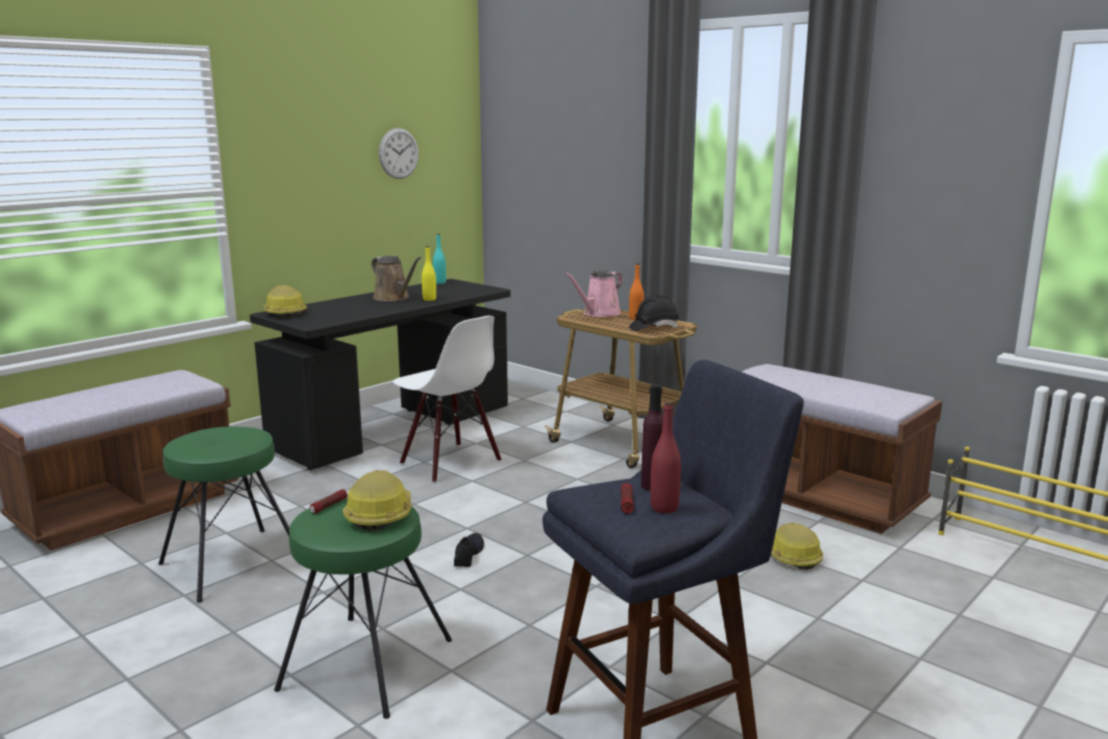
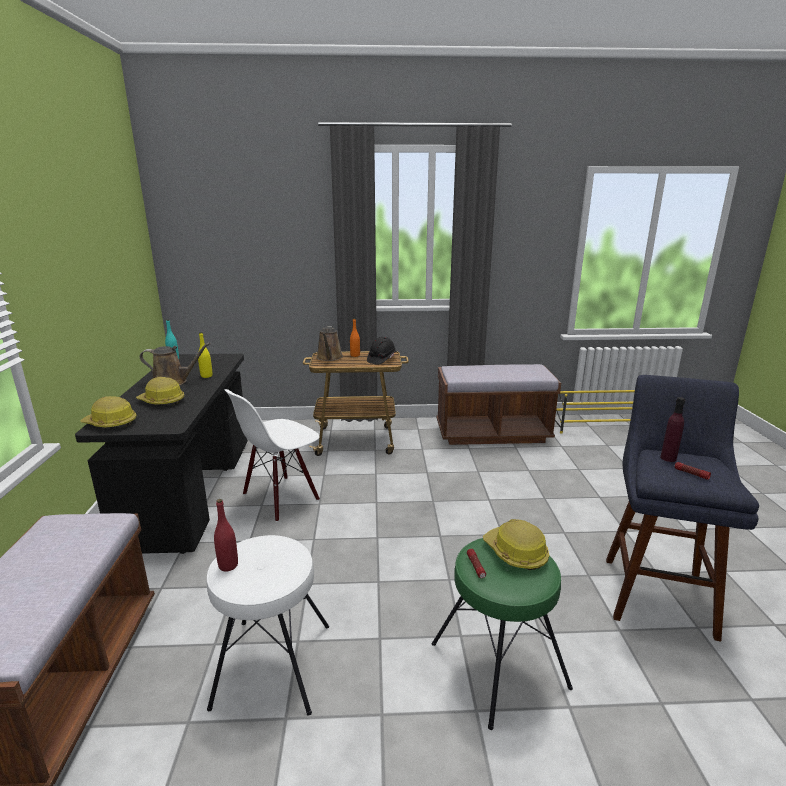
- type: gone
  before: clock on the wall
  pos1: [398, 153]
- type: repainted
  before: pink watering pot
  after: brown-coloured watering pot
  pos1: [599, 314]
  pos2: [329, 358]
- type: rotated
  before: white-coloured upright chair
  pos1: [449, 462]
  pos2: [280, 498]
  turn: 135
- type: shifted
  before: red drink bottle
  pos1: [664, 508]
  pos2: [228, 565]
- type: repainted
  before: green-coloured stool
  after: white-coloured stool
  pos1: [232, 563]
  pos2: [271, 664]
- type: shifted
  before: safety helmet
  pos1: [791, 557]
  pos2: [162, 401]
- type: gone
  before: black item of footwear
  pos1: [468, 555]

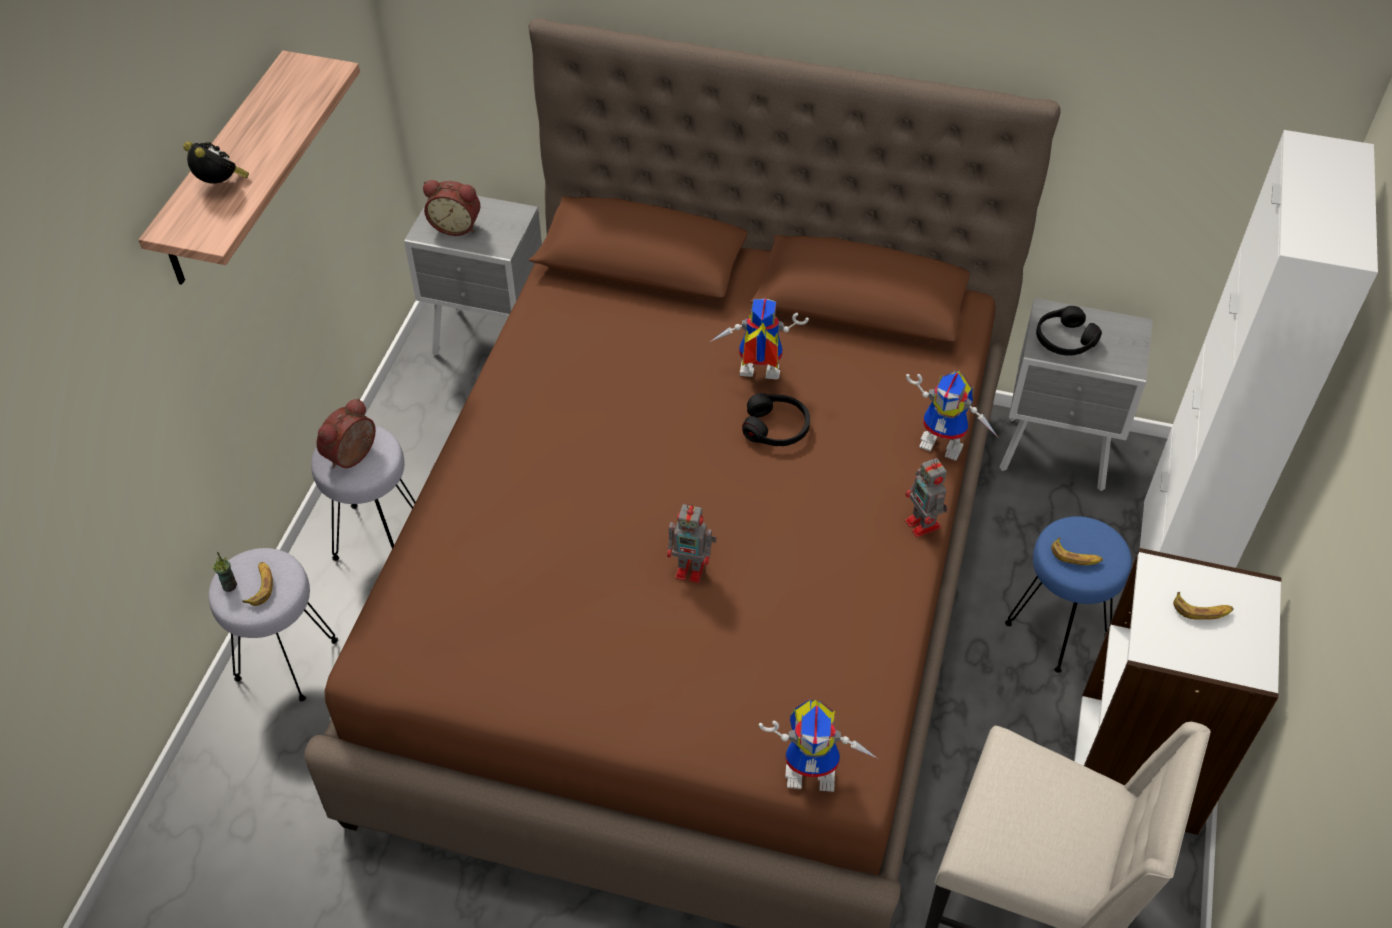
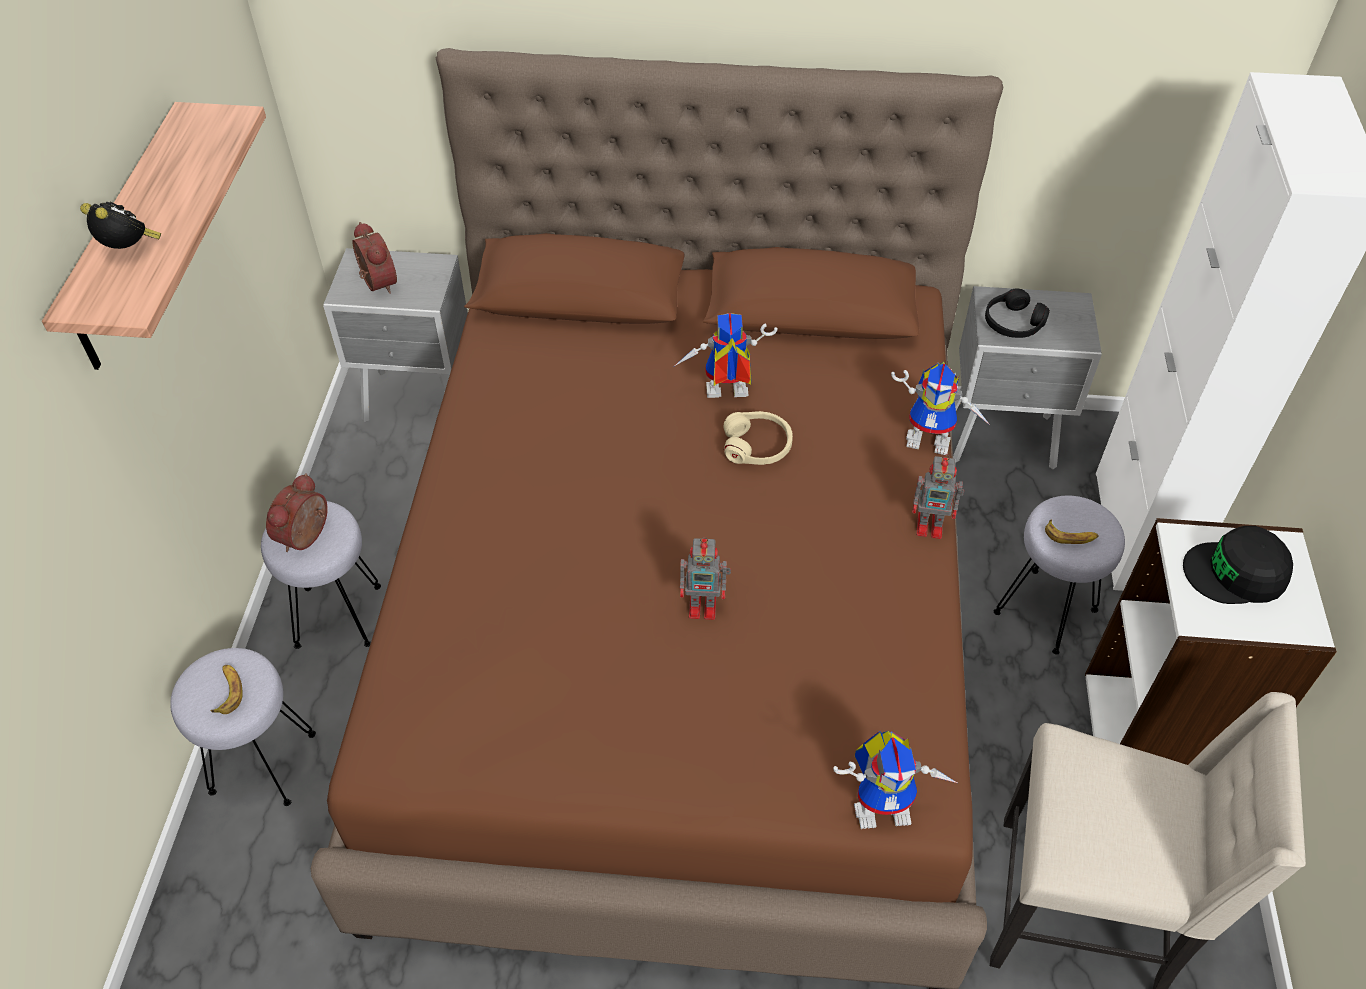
- type: rotated
  before: alarm clock
  pos1: [456, 225]
  pos2: [376, 283]
  turn: -120
- type: repainted
  before: black headphones
  after: beige headphones
  pos1: [776, 427]
  pos2: [757, 446]
- type: rotated
  before: robot figure
  pos1: [924, 525]
  pos2: [931, 526]
  turn: -45
- type: repainted
  before: blue-coloured stool
  after: greyish stool
  pos1: [1058, 628]
  pos2: [1046, 610]
- type: gone
  before: drinking cup
  pos1: [230, 585]
- type: swapped
  before: banana
  after: black peaked cap
  pos1: [1202, 610]
  pos2: [1236, 573]

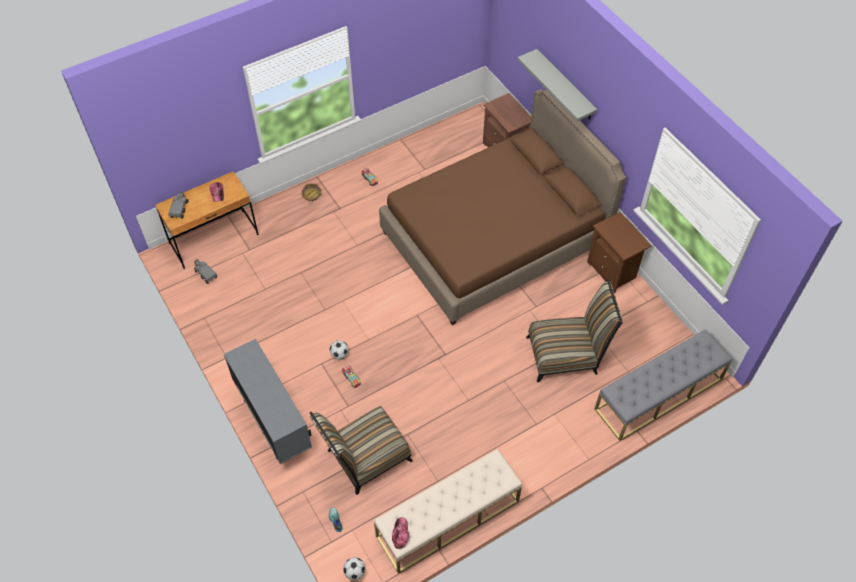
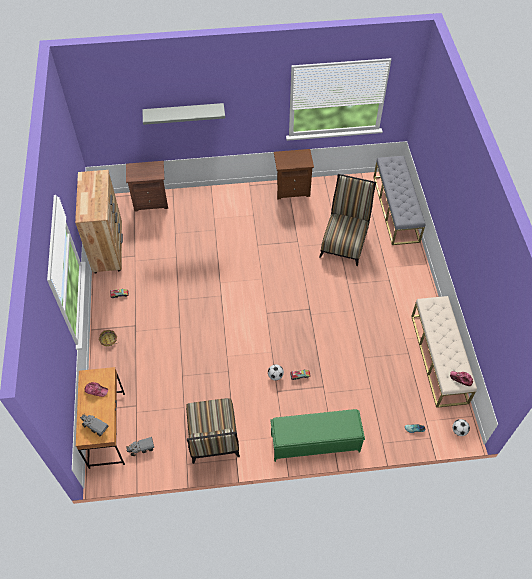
- type: gone
  before: brown-coloured sleeping bed
  pos1: [494, 238]
- type: swapped
  before: greyish cabinet
  after: green-coloured bench
  pos1: [274, 422]
  pos2: [314, 443]
- type: shifted
  before: upright chair
  pos1: [364, 458]
  pos2: [213, 439]
- type: new
  after: brown-coloured dresser
  pos2: [108, 248]

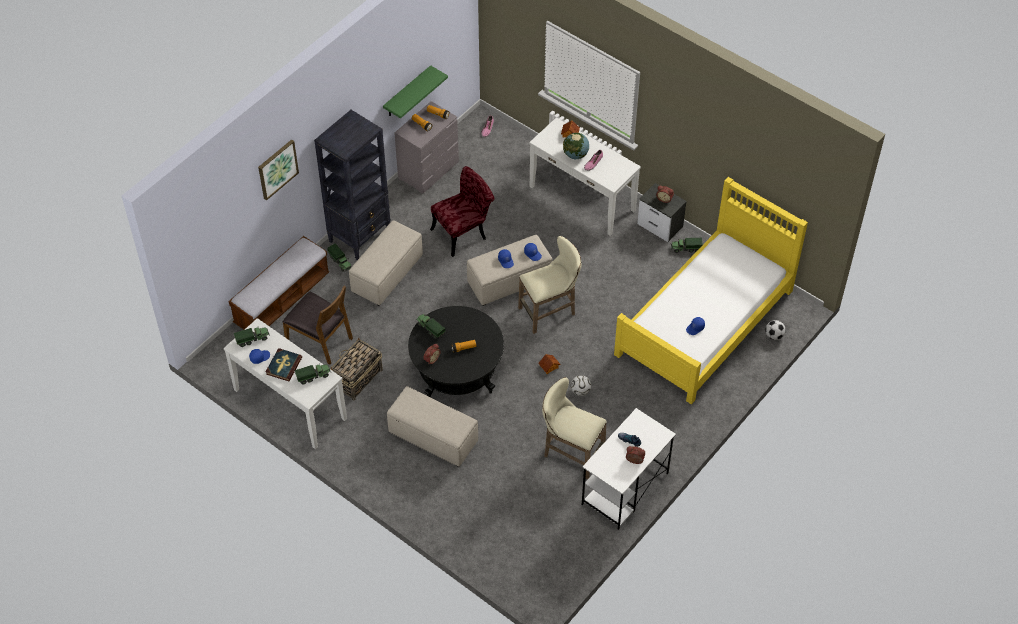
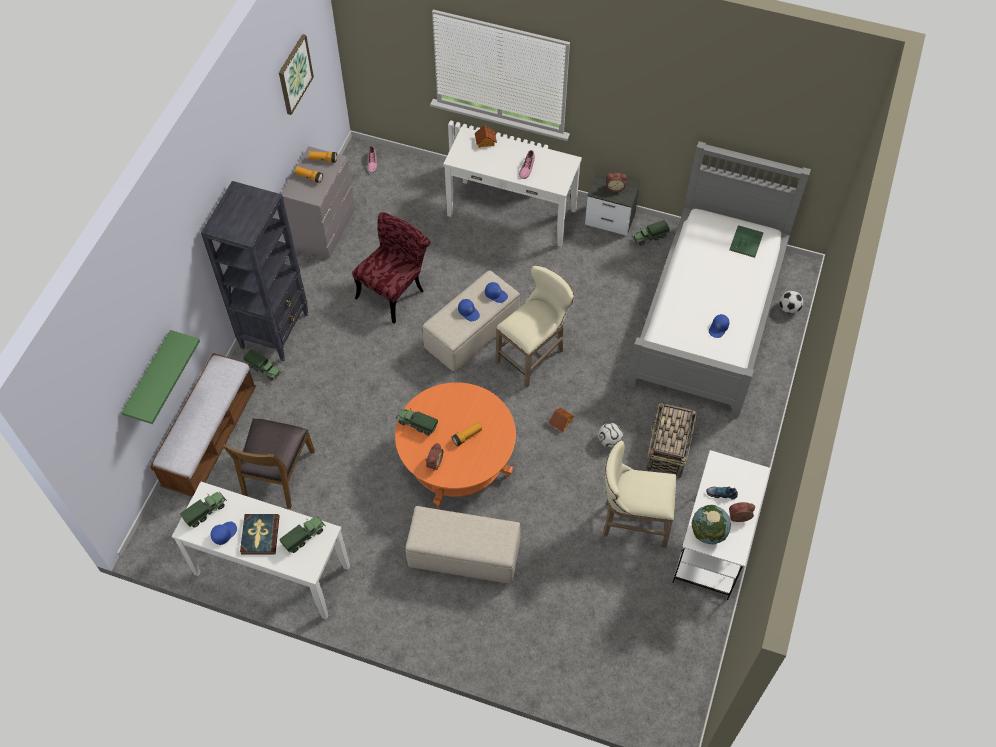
- type: shifted
  before: green-coloured bracket shelf
  pos1: [407, 92]
  pos2: [149, 378]
- type: shifted
  before: globe
  pos1: [575, 155]
  pos2: [708, 533]
- type: shifted
  before: wall picture
  pos1: [277, 169]
  pos2: [294, 74]
- type: repainted
  before: yellow sleeping bed
  after: greyish sleeping bed
  pos1: [705, 322]
  pos2: [708, 315]
- type: gone
  before: beige pouffe
  pos1: [387, 274]
- type: rotated
  before: brown-coloured upright chair
  pos1: [320, 340]
  pos2: [277, 474]
  turn: 90
- type: repainted
  before: black low table
  after: orange low table
  pos1: [457, 370]
  pos2: [457, 461]
- type: shifted
  before: basket
  pos1: [357, 378]
  pos2: [668, 450]
- type: new
  after: green-coloured volume
  pos2: [746, 241]

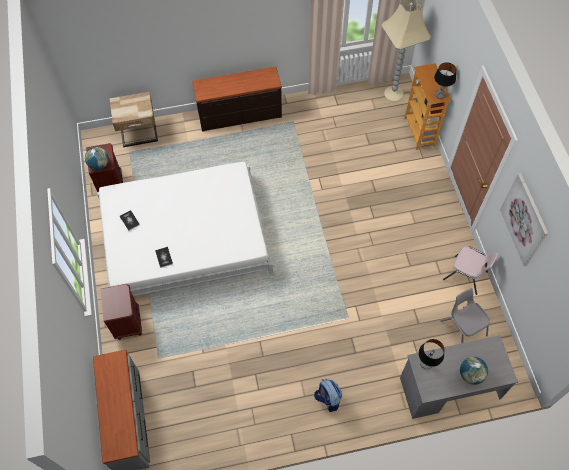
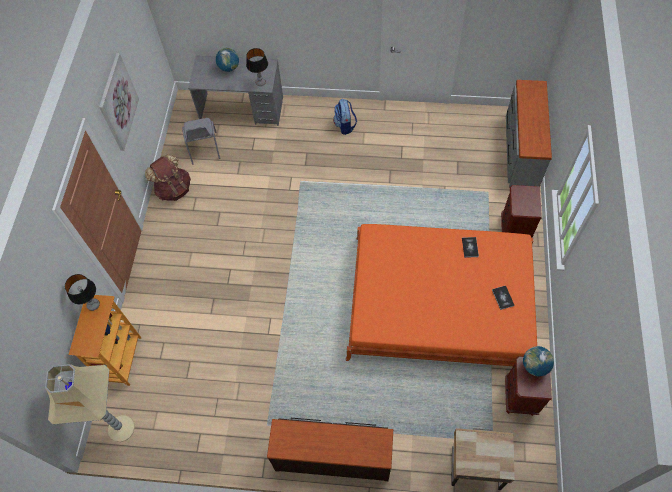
- type: repainted
  before: white-coloured sleeping bed
  after: orange sleeping bed
  pos1: [185, 238]
  pos2: [440, 302]
- type: swapped
  before: pink upright chair
  after: brown-coloured knapsack
  pos1: [466, 276]
  pos2: [173, 189]

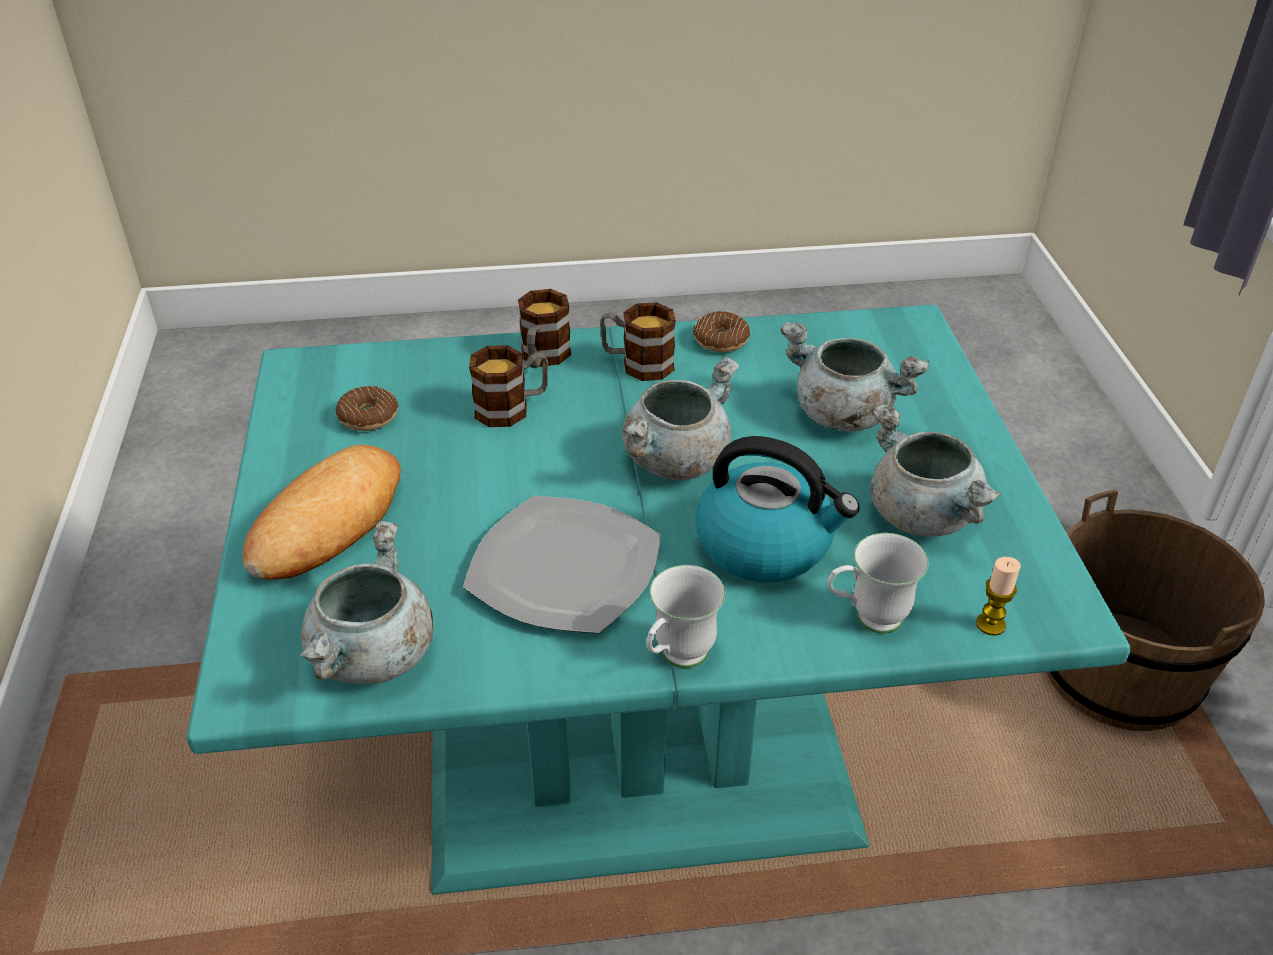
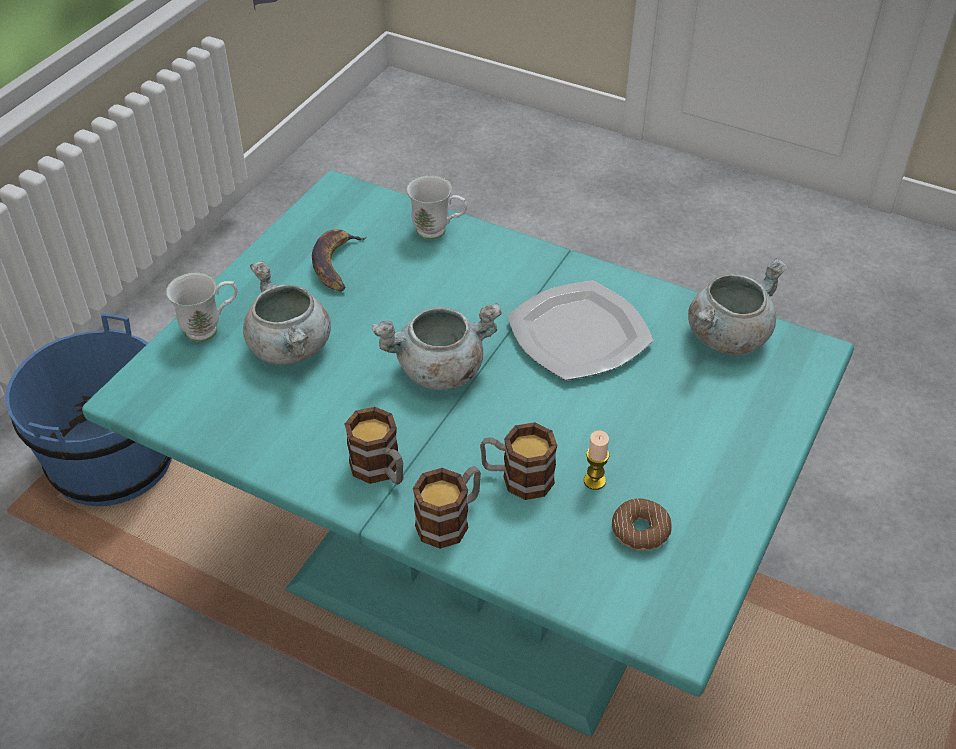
- type: gone
  before: ring doughnut
  pos1: [721, 340]
- type: swapped
  before: greyish cooking pot
  after: banana
  pos1: [924, 515]
  pos2: [336, 264]
- type: gone
  before: water kettle
  pos1: [766, 544]
- type: gone
  before: bread
  pos1: [328, 522]
- type: repainted
  before: brown-coloured water bucket
  after: blue-coloured water bucket
  pos1: [1119, 672]
  pos2: [112, 460]
- type: shifted
  before: wax light
  pos1: [990, 624]
  pos2: [594, 481]
- type: shifted
  before: white-coloured mug
  pos1: [677, 659]
  pos2: [210, 329]

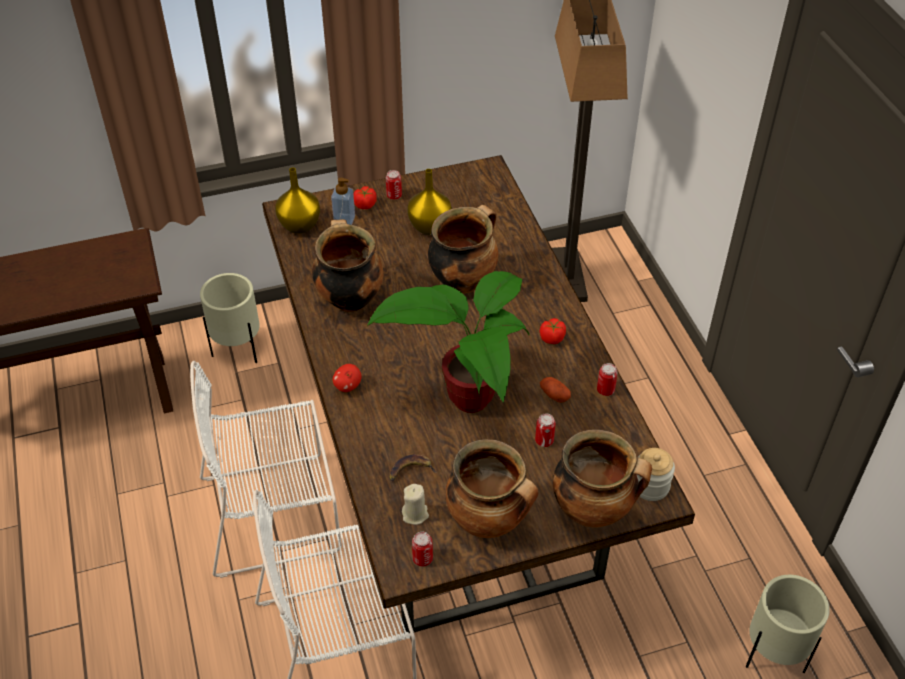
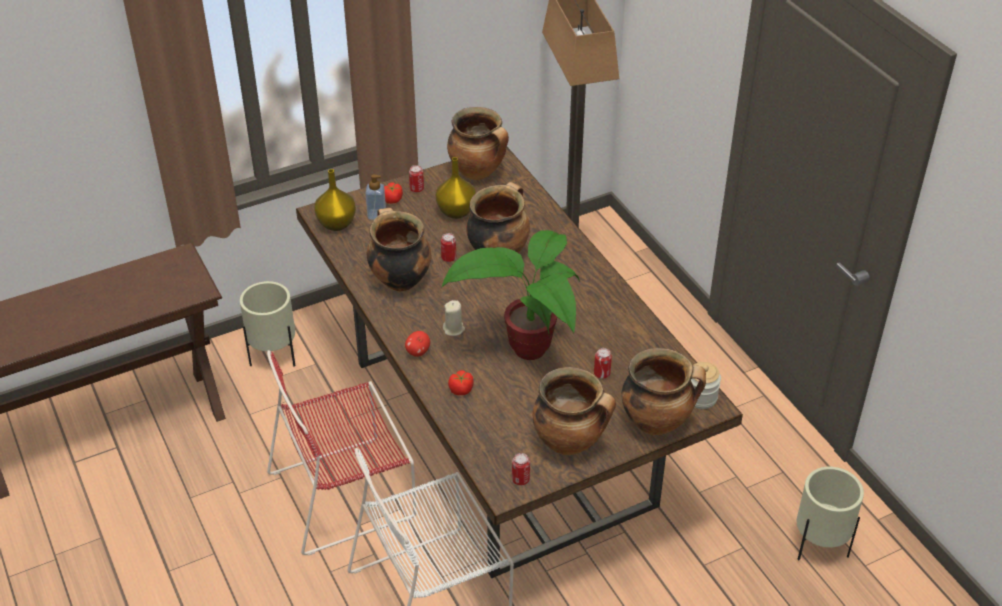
- type: shifted
  before: tomato
  pos1: [552, 338]
  pos2: [461, 390]
- type: repainted
  before: white-coloured upright chair
  after: red upright chair
  pos1: [275, 513]
  pos2: [346, 493]
- type: shifted
  before: metal can
  pos1: [605, 390]
  pos2: [448, 258]
- type: gone
  before: spud
  pos1: [554, 395]
- type: gone
  before: banana
  pos1: [410, 470]
- type: shifted
  before: beige wax light
  pos1: [415, 514]
  pos2: [454, 329]
- type: new
  after: cooking pot
  pos2: [479, 172]

